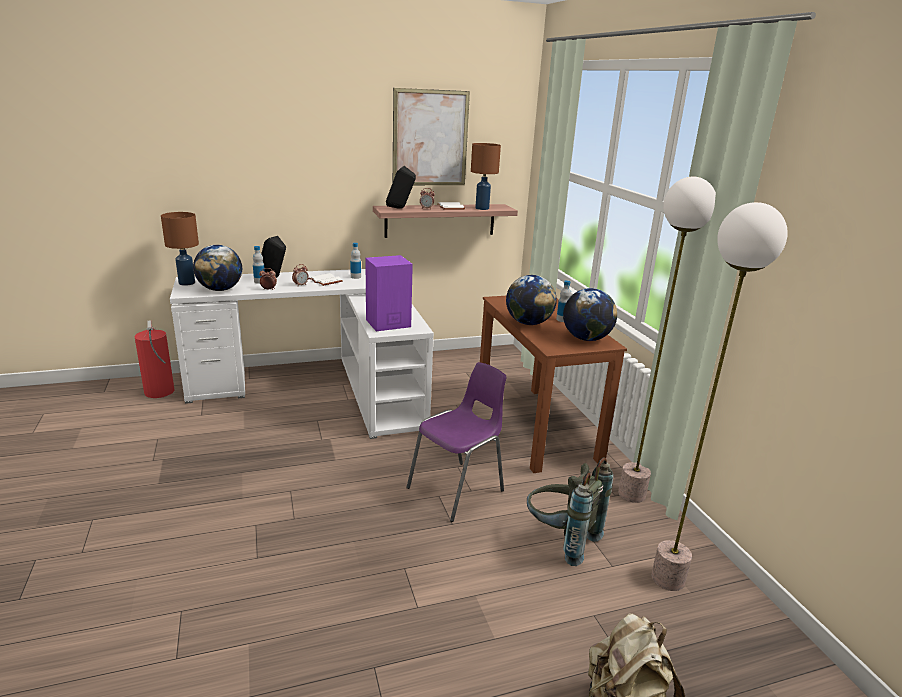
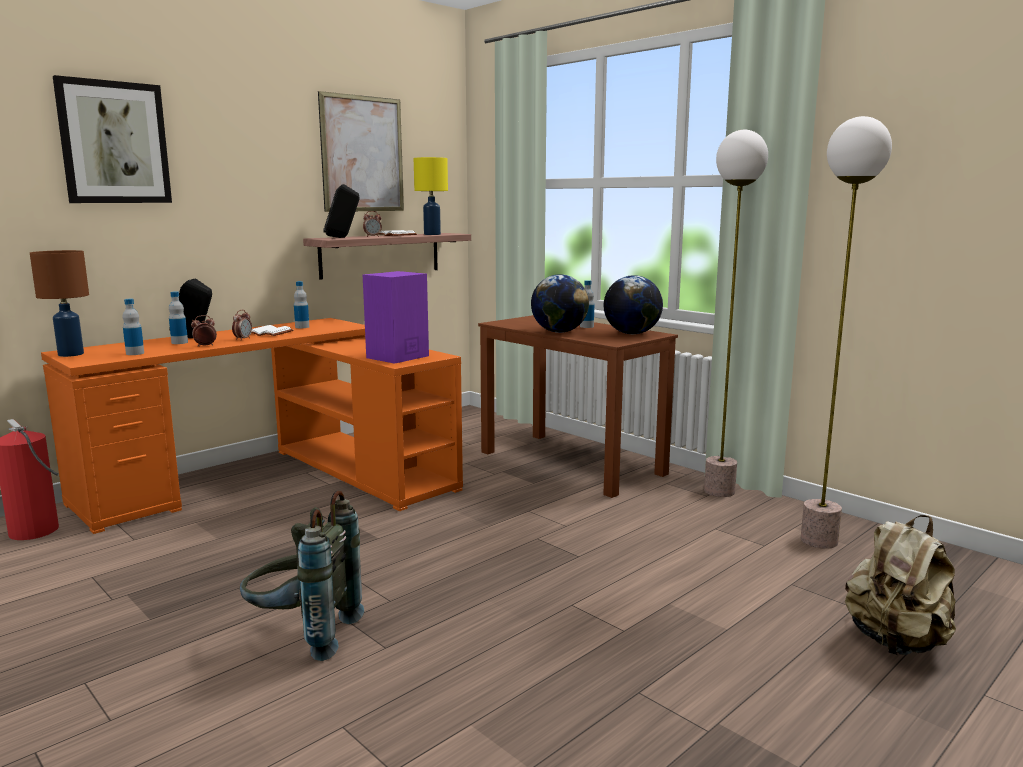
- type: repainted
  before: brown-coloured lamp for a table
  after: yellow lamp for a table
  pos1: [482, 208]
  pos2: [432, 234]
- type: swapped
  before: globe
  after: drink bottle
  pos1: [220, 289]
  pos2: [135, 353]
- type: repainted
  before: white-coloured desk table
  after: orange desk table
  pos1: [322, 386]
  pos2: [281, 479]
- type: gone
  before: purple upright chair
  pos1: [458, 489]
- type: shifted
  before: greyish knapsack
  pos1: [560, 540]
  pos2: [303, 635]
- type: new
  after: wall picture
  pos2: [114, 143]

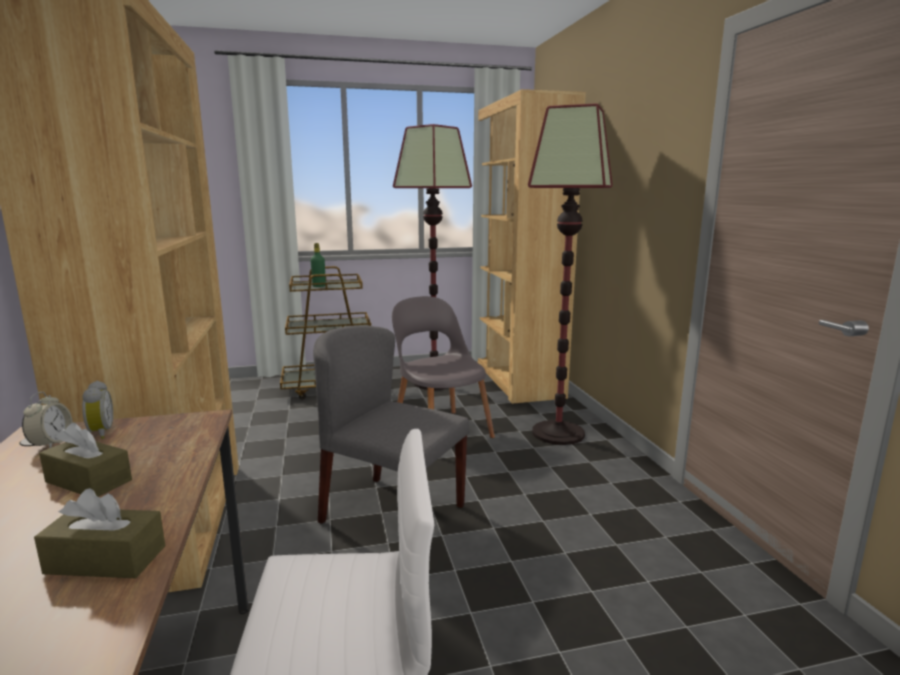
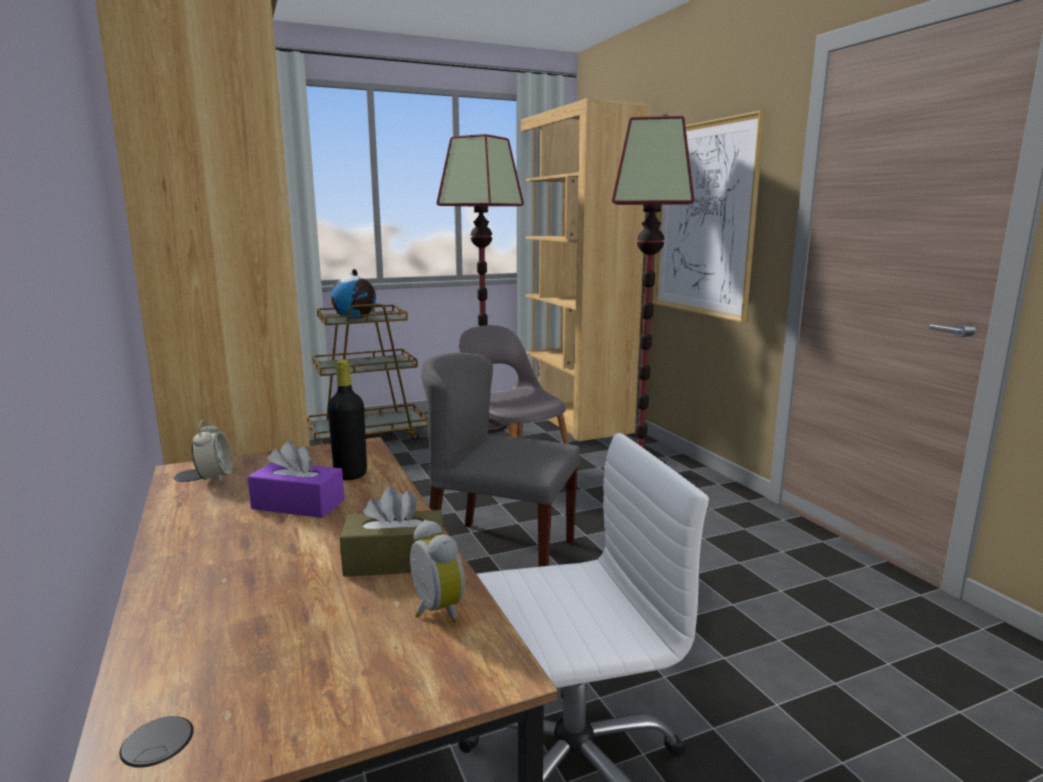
- type: swapped
  before: green-coloured drink bottle
  after: globe
  pos1: [319, 286]
  pos2: [355, 319]
- type: shifted
  before: alarm clock
  pos1: [99, 433]
  pos2: [433, 612]
- type: repainted
  before: brown-coloured tissue holder
  after: purple tissue holder
  pos1: [88, 481]
  pos2: [298, 504]
- type: new
  after: wall picture
  pos2: [703, 220]
- type: new
  after: black drink bottle
  pos2: [350, 474]

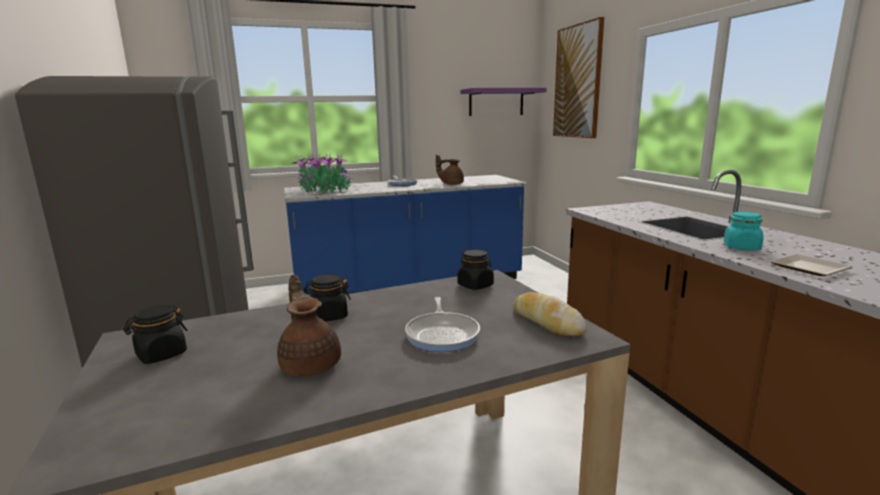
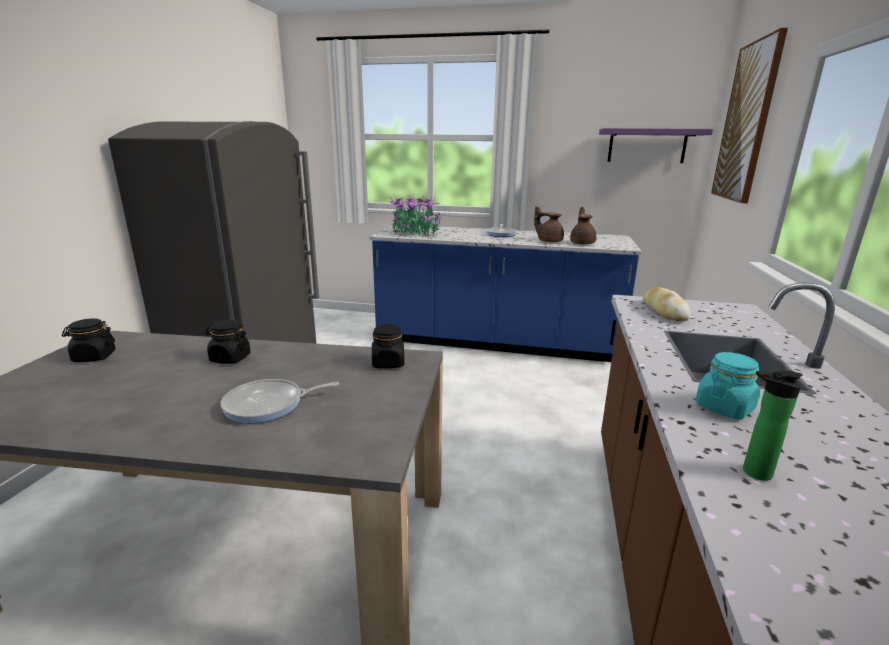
- type: swapped
  before: dinner plate
  after: drink bottle
  pos1: [806, 268]
  pos2: [752, 472]
- type: shifted
  before: brown-coloured pot for tea
  pos1: [311, 364]
  pos2: [582, 243]
- type: shifted
  before: bread
  pos1: [547, 322]
  pos2: [664, 311]
- type: rotated
  before: skillet
  pos1: [443, 334]
  pos2: [268, 405]
  turn: 45

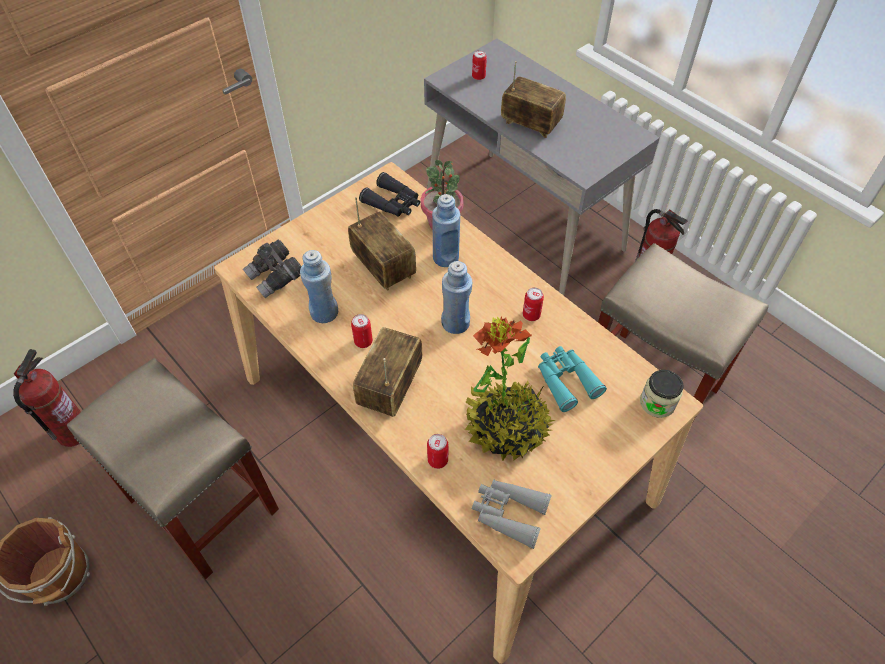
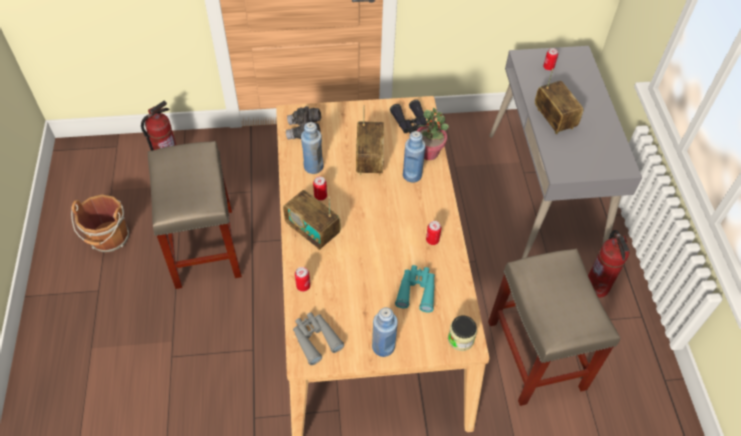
- type: shifted
  before: blue-coloured drink bottle
  pos1: [455, 323]
  pos2: [383, 346]
- type: gone
  before: houseplant
  pos1: [506, 426]
- type: rotated
  before: radio set
  pos1: [390, 387]
  pos2: [312, 231]
  turn: -105

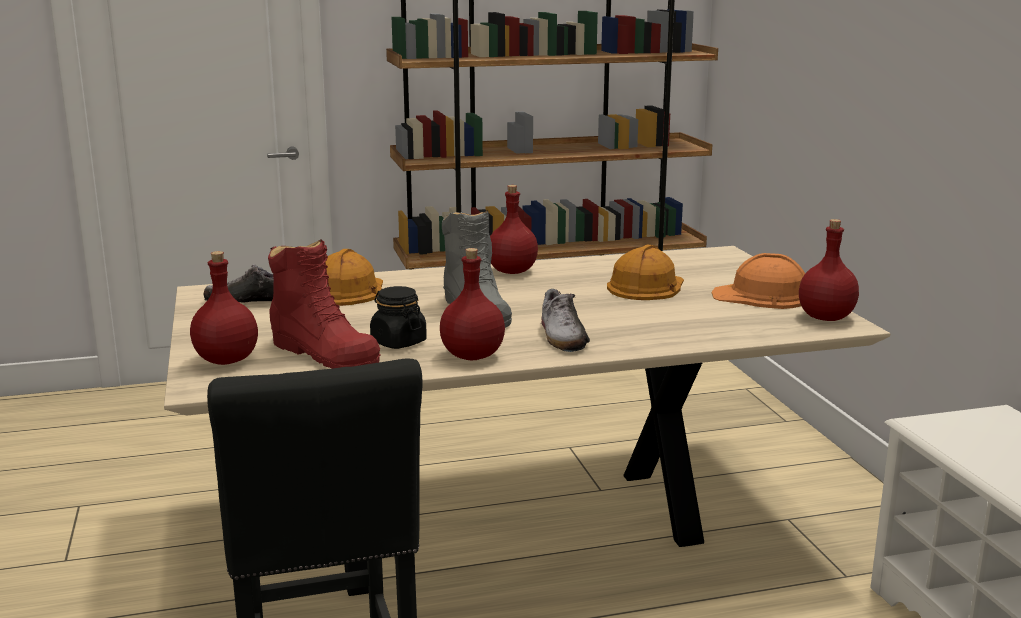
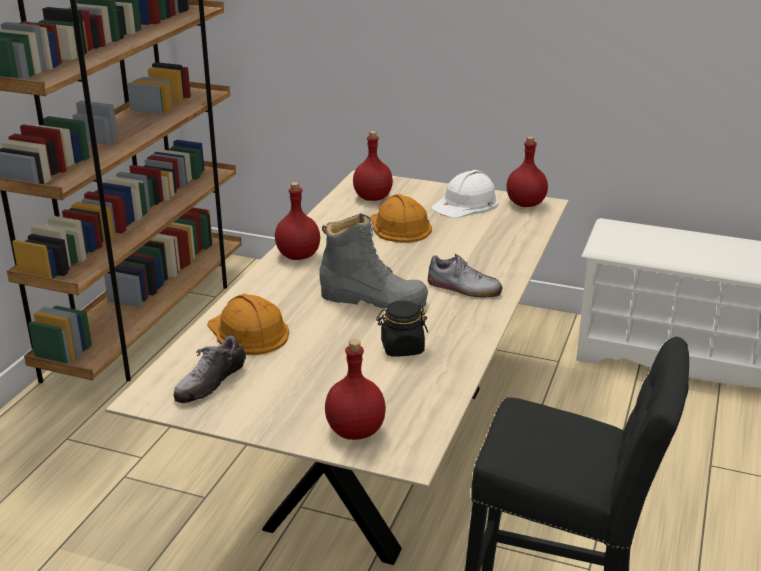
- type: gone
  before: red tall boot
  pos1: [324, 353]
- type: shifted
  before: red drink bottle
  pos1: [473, 356]
  pos2: [373, 198]
- type: repainted
  before: orange safety helmet
  after: white-coloured safety helmet
  pos1: [762, 296]
  pos2: [466, 204]

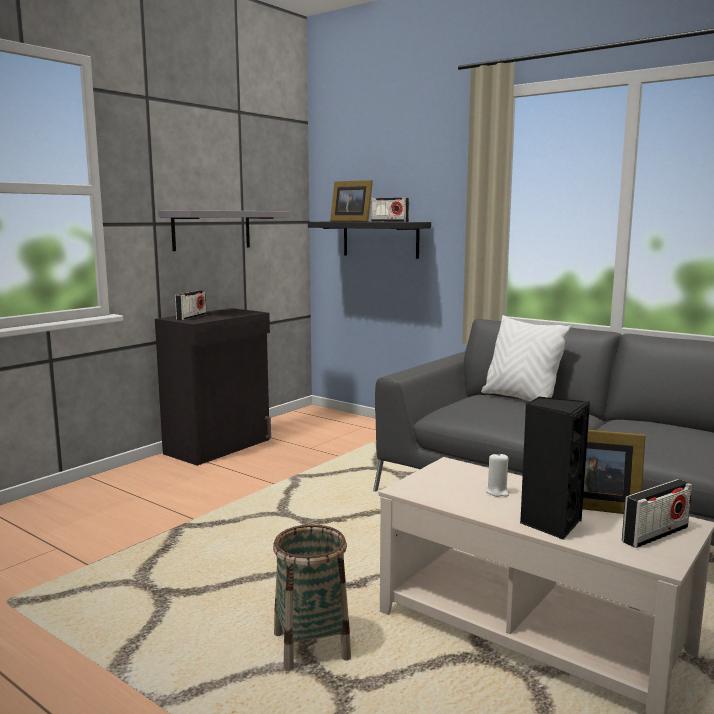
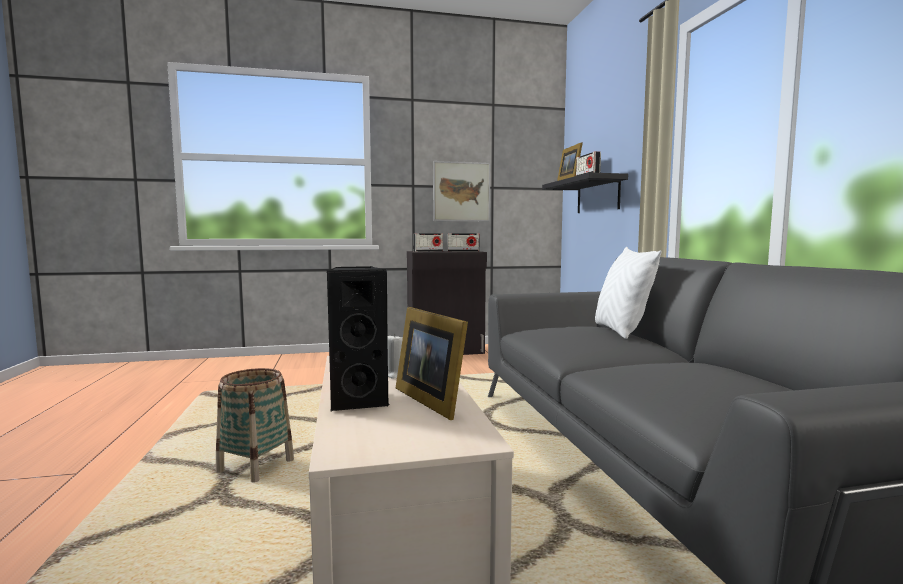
- type: swapped
  before: greyish bracket shelf
  after: wall picture
  pos1: [212, 230]
  pos2: [461, 191]
- type: shifted
  before: radio set
  pos1: [655, 534]
  pos2: [463, 251]

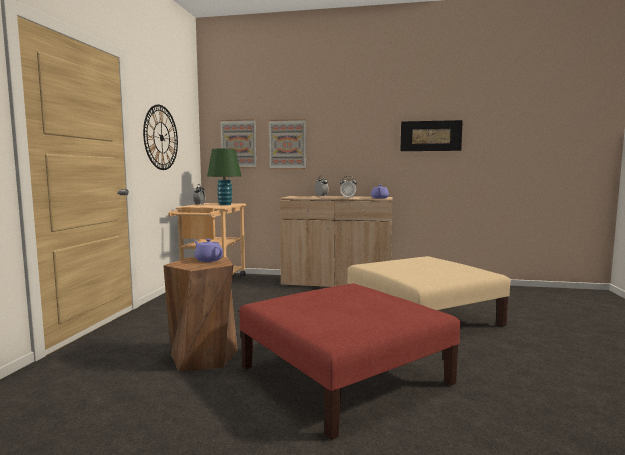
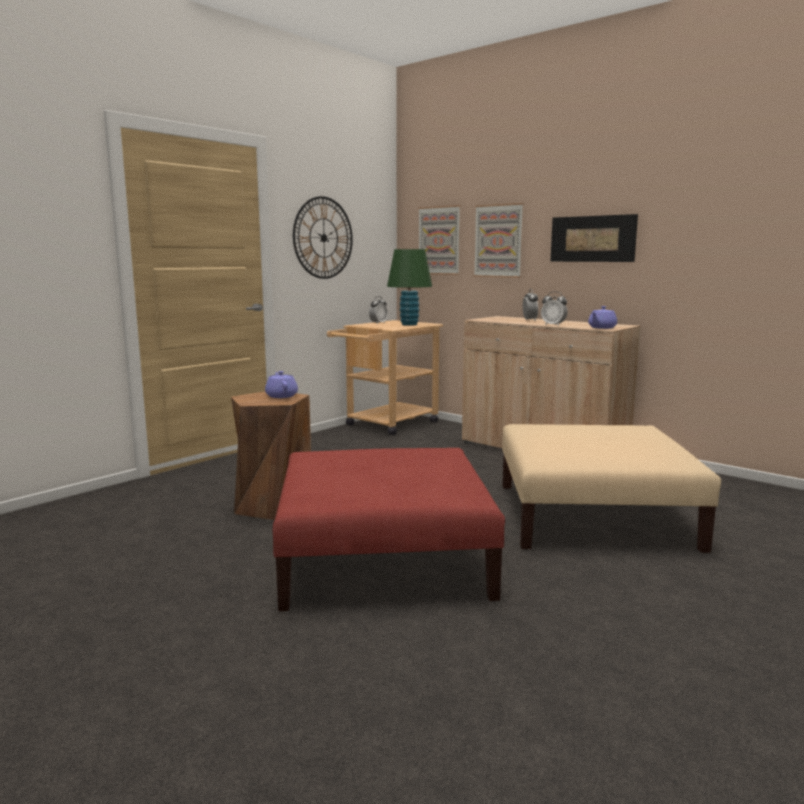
- type: shifted
  before: wall picture
  pos1: [430, 136]
  pos2: [592, 239]

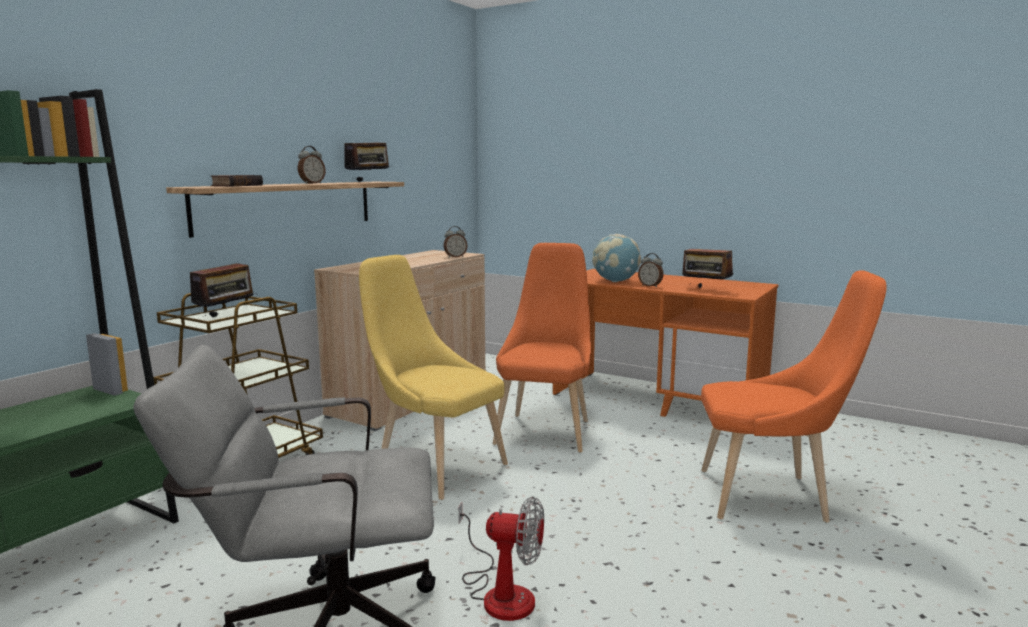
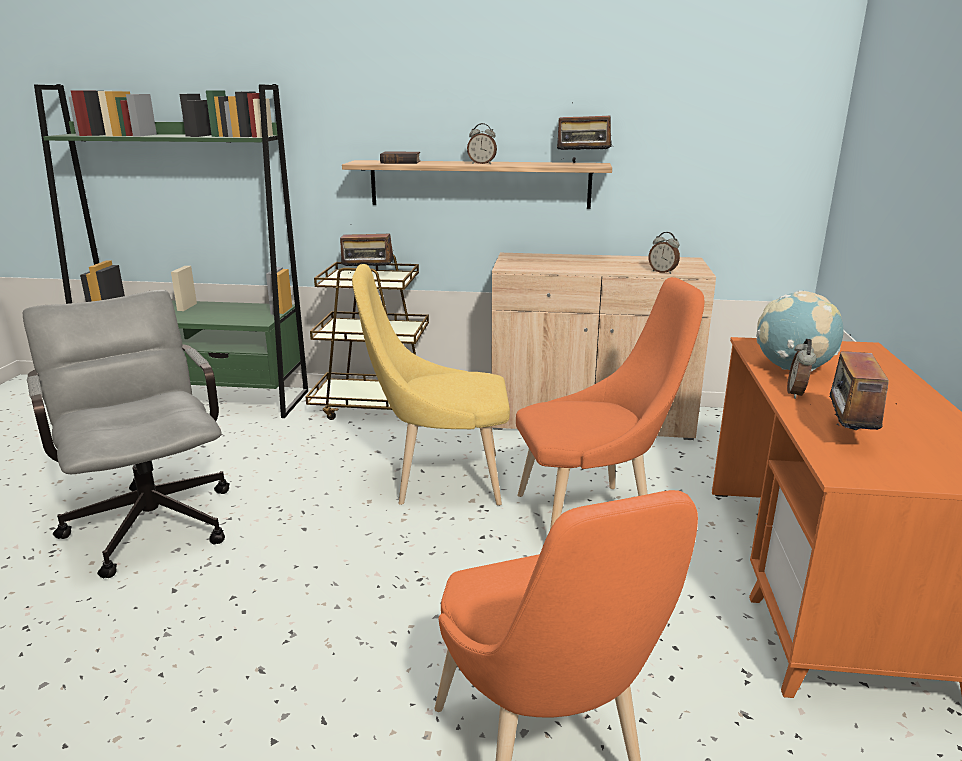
- type: rotated
  before: yellow upright chair
  pos1: [435, 466]
  pos2: [440, 480]
  turn: -105
- type: gone
  before: electric fan
  pos1: [500, 593]

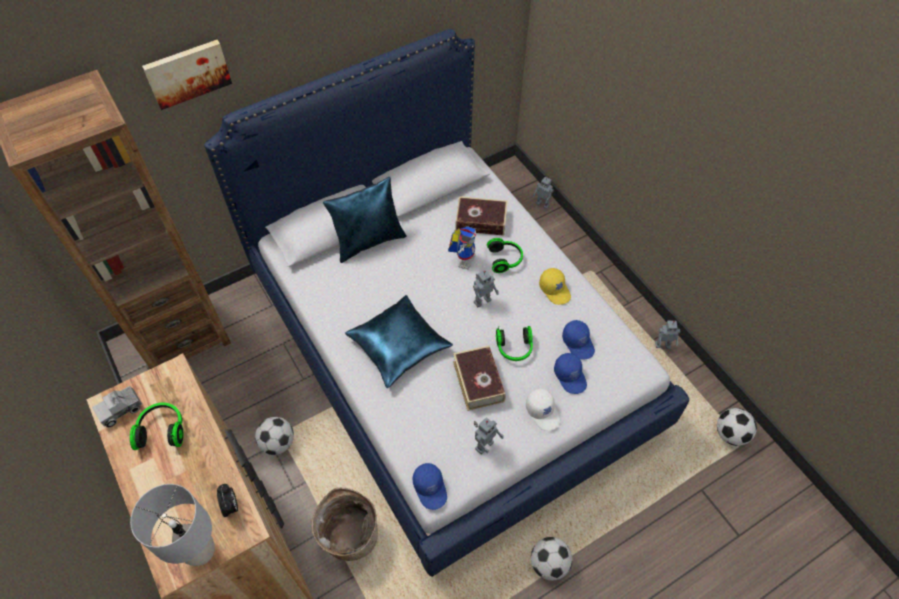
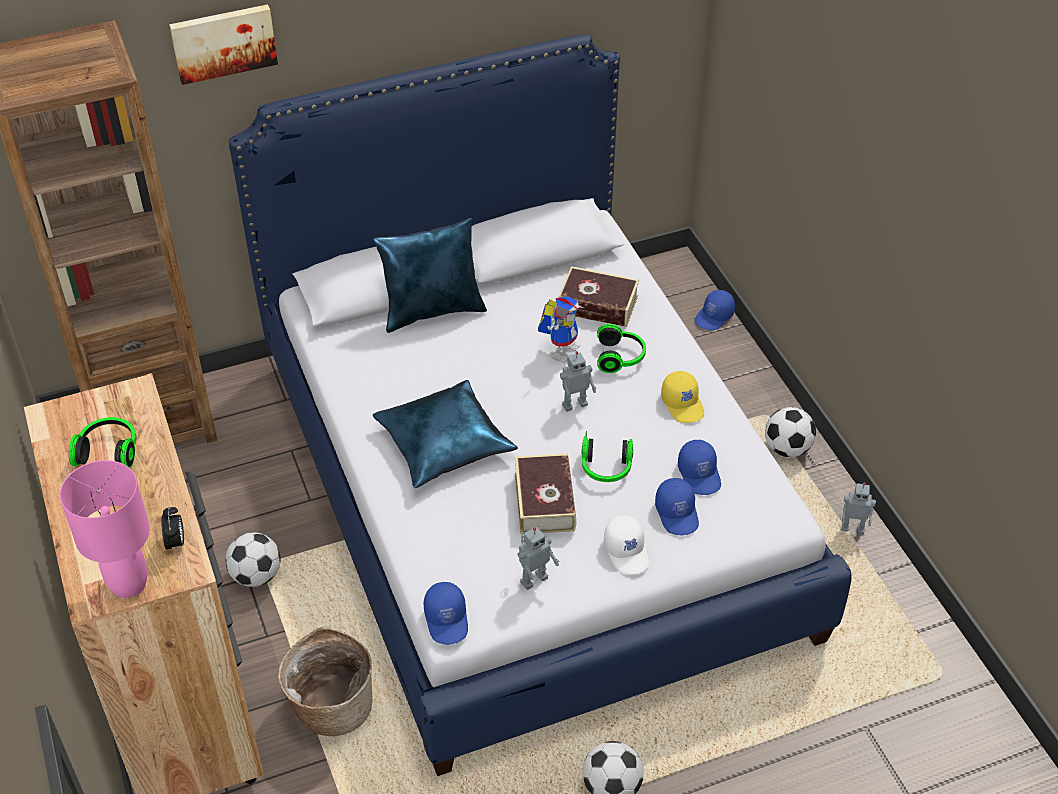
- type: swapped
  before: robot figure
  after: blue-coloured peaked cap
  pos1: [542, 204]
  pos2: [714, 317]
- type: gone
  before: toy lorry
  pos1: [120, 409]
- type: shifted
  before: football
  pos1: [730, 434]
  pos2: [787, 448]
- type: repainted
  before: greyish lamp for a table
  after: pink lamp for a table
  pos1: [201, 551]
  pos2: [129, 584]

